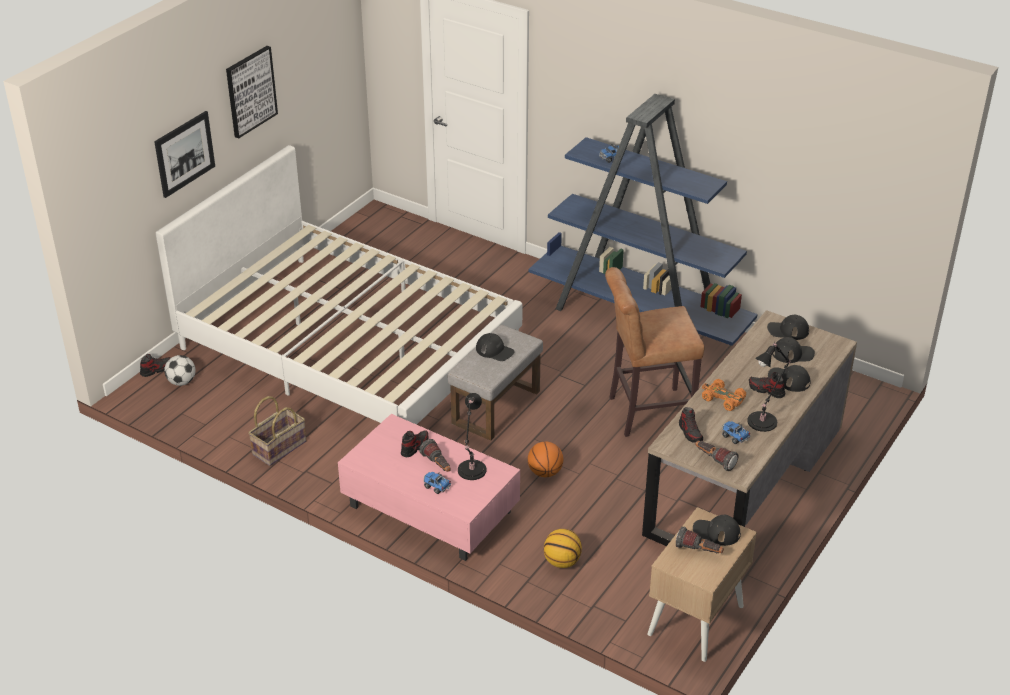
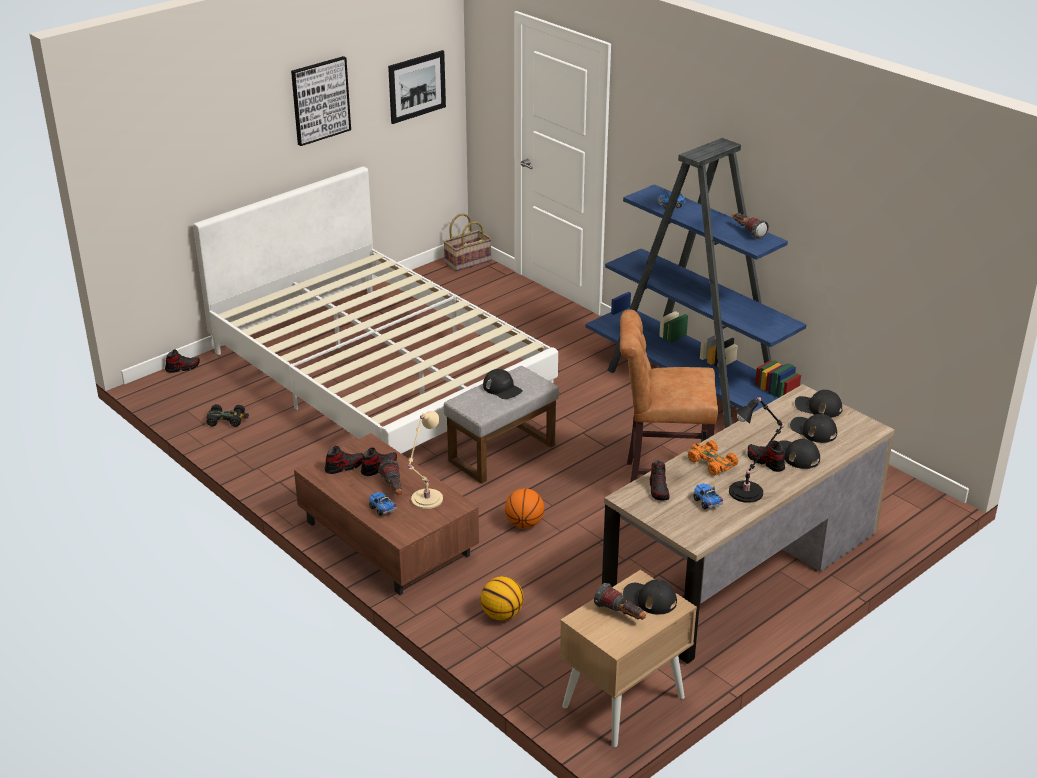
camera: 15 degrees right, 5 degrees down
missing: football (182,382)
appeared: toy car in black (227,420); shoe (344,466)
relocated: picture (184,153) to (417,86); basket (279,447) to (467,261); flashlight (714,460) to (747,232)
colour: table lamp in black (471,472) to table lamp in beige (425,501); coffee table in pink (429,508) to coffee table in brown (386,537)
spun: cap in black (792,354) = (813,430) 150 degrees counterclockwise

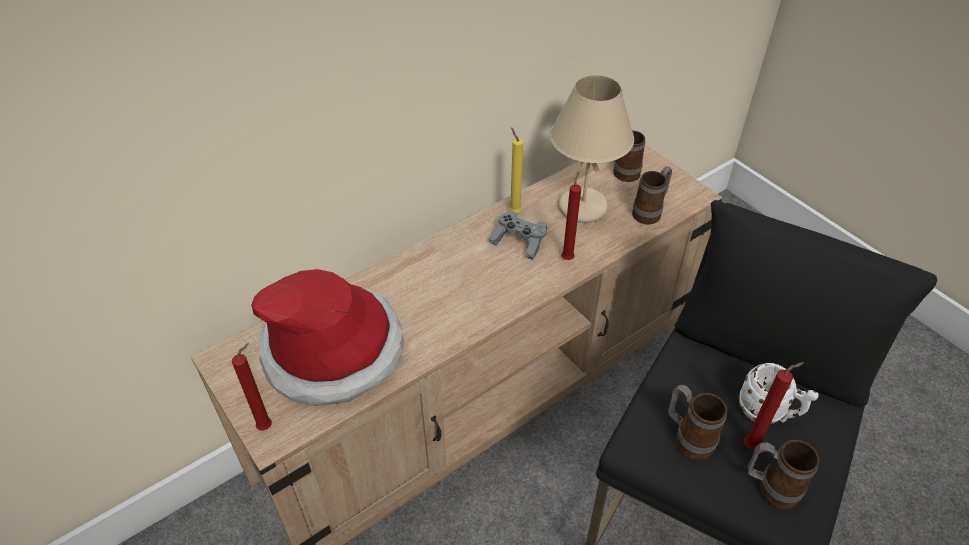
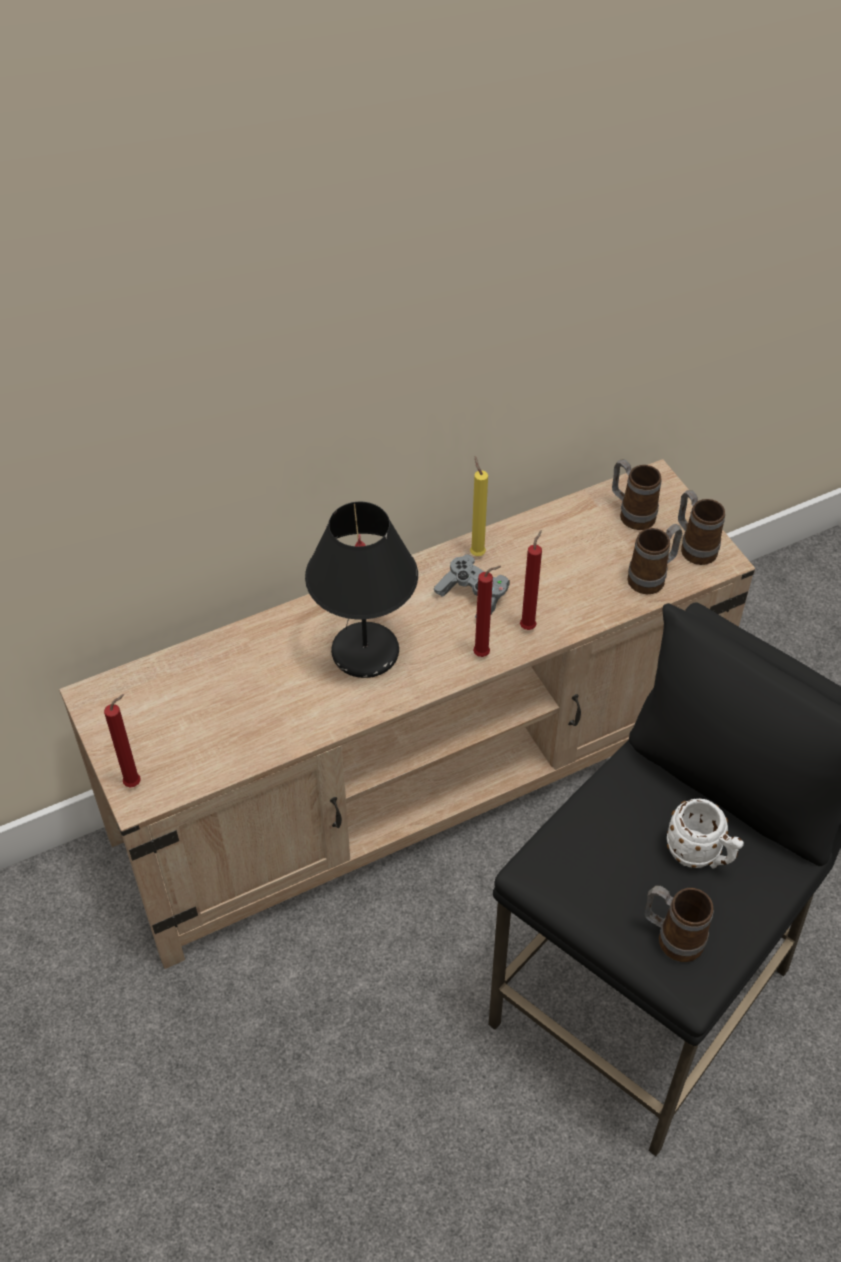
camera: 10 degrees right, 5 degrees up
missing: table lamp in beige (582,208); hat (333,350)
appeared: table lamp in black (365,654)
relocated: candle in red (753,446) to (484,654); mug (688,437) to (694,546)

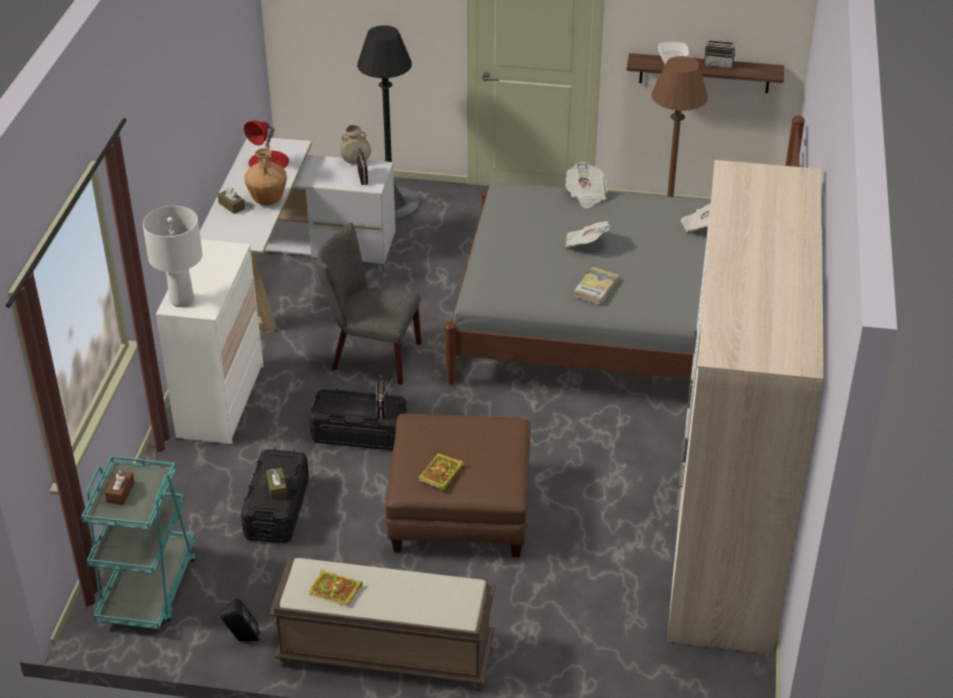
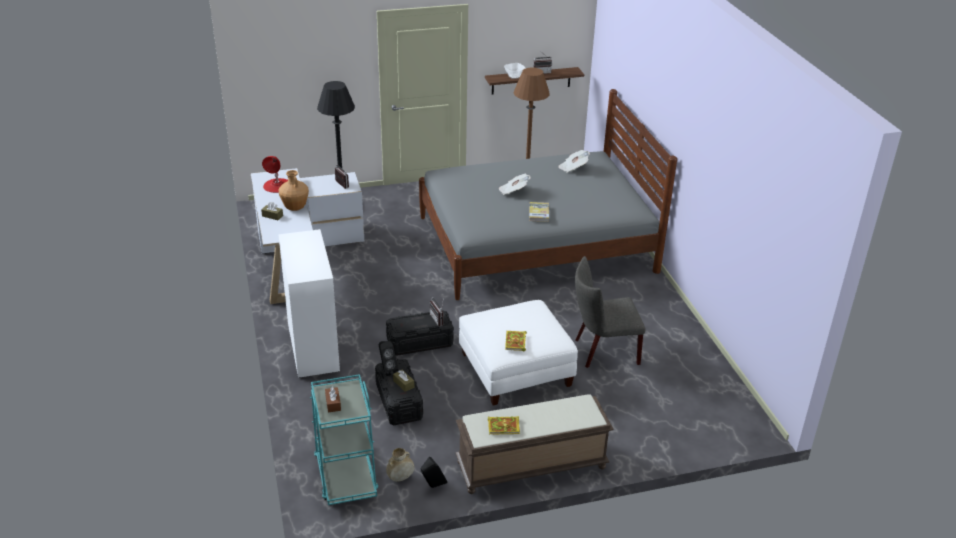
camera: 25 degrees left, 5 degrees down
missing: wardrobe (724,531); newspaper (585,195); table lamp in white (181,300)
appeared: speaker in black (387,370)
relocated: vase in beige (356,162) to (400,478); chair in grey (370,356) to (602,351)
colour: ottoman in brown (460,510) to ottoman in white (515,369)

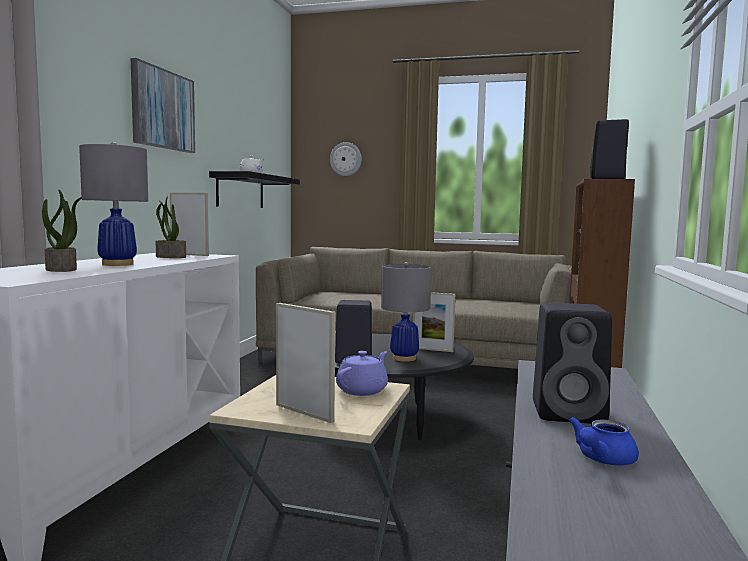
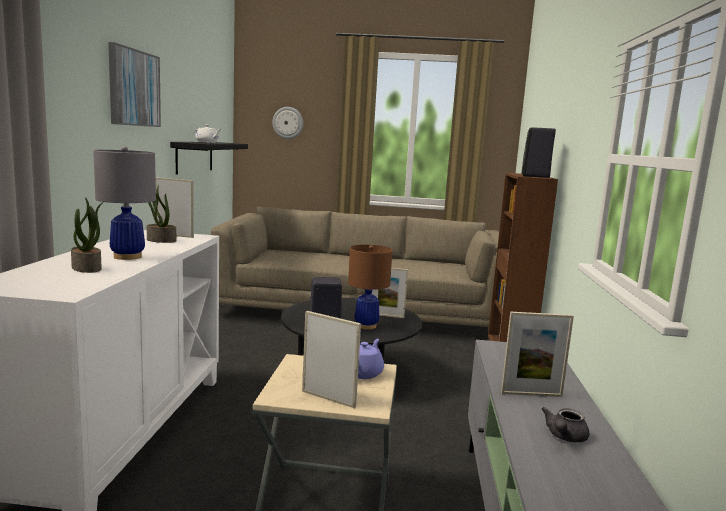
camera: 10 degrees left, 5 degrees up
exchanged: speaker in black (571,413) to picture frame (531,394)
colour: table lamp in grey (404,358) to table lamp in brown (366,326); teapot in blue (601,459) to teapot in grey (564,437)

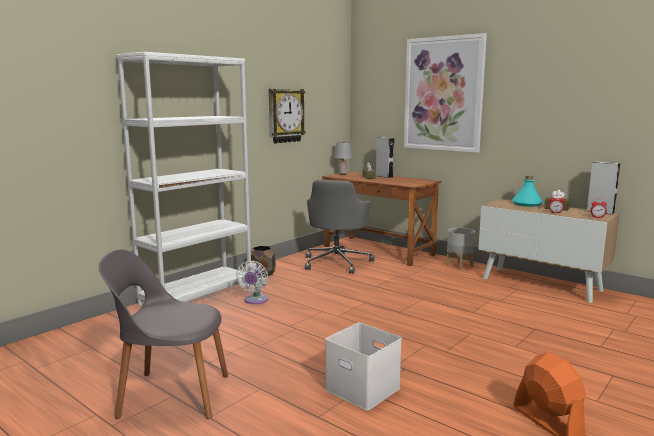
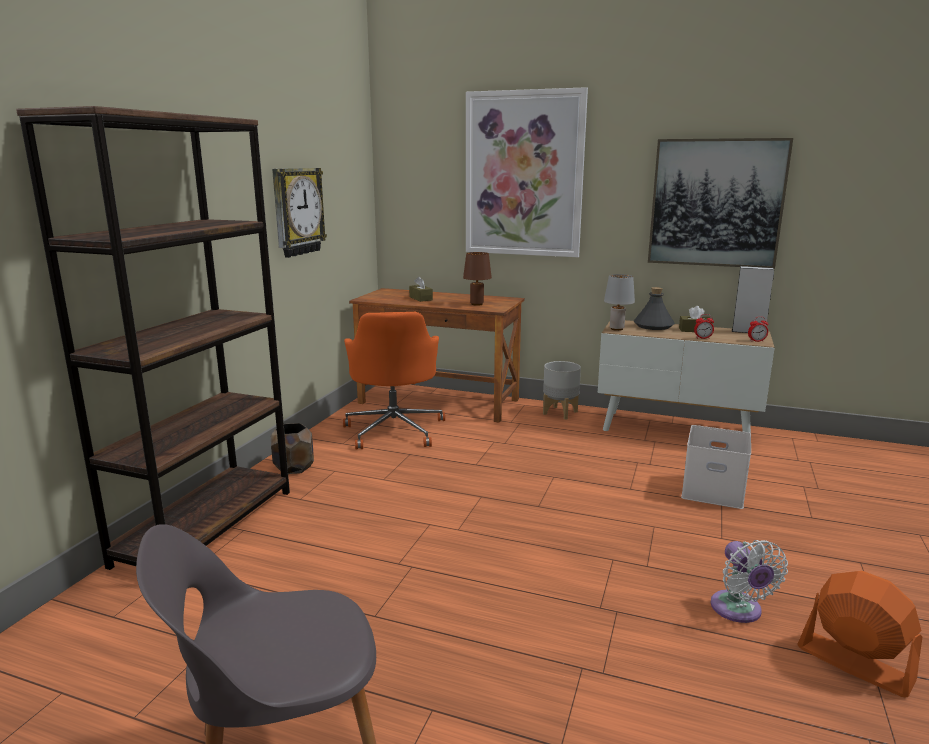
camera: 20 degrees left, 5 degrees up
missing: speaker in grey (384,176)
appeared: picture (716,203); table lamp in brown (476,304)
relocated: table lamp in grey (343,174) to (617,329); fan in white (255,301) to (738,611); storage box in white (364,389) to (714,490)
colour: bookcase in white (197,294) to bookcase in brown (207,526); bottle in turquoise (526,204) to bottle in grey (653,326); office chair in grey (337,262) to office chair in orange (395,430)

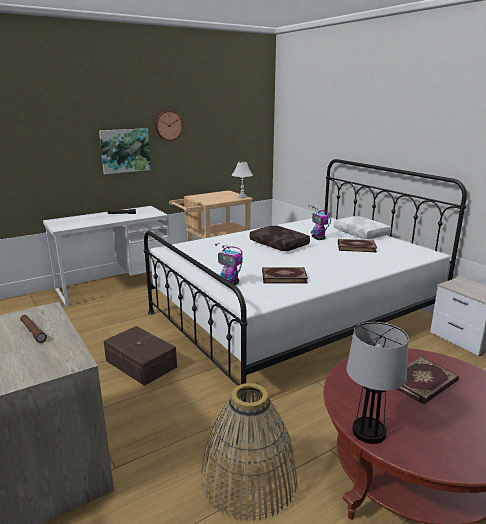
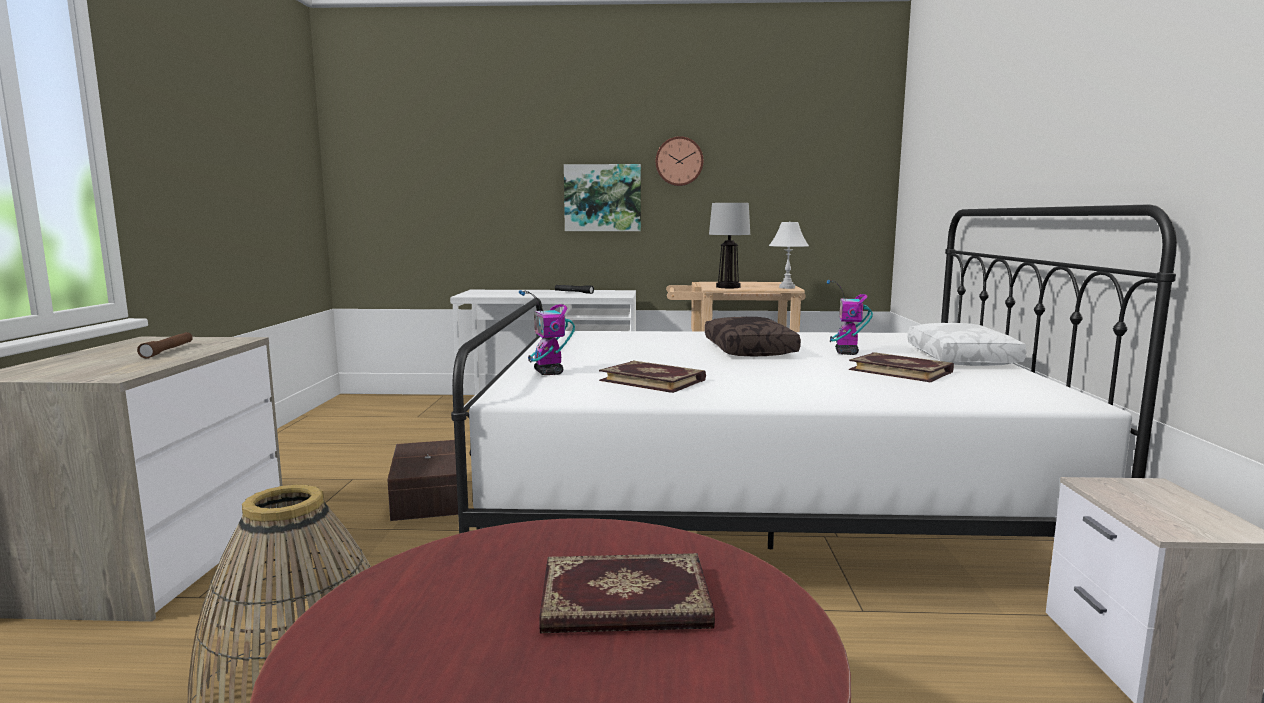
camera: 35 degrees right, 10 degrees down
relocated: table lamp (368,431) to (728,287)

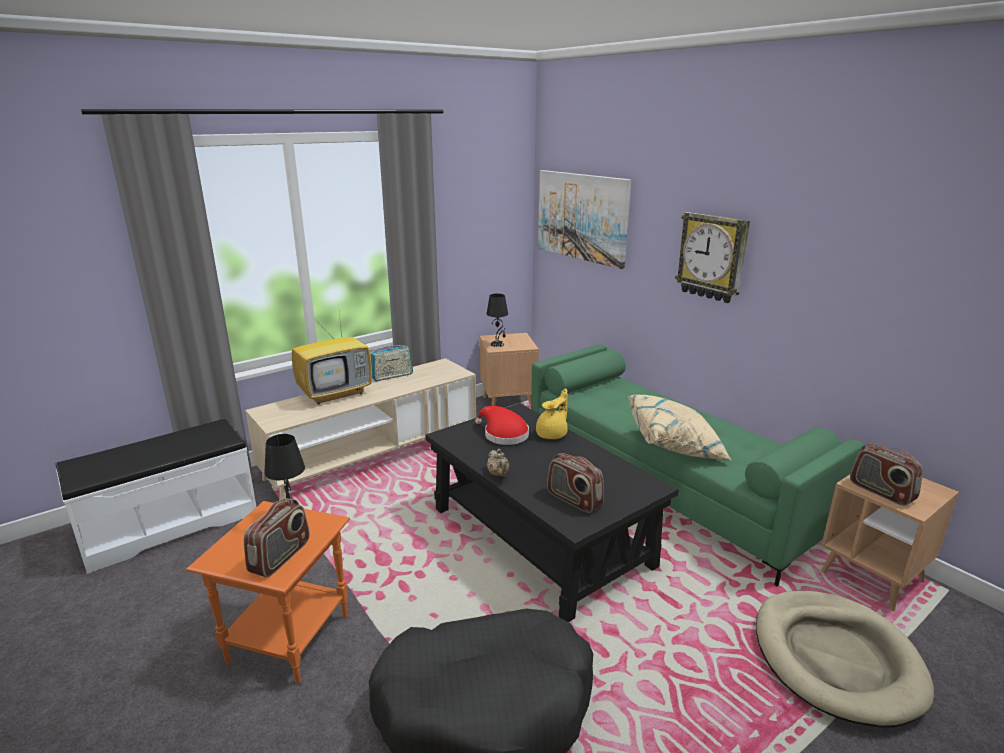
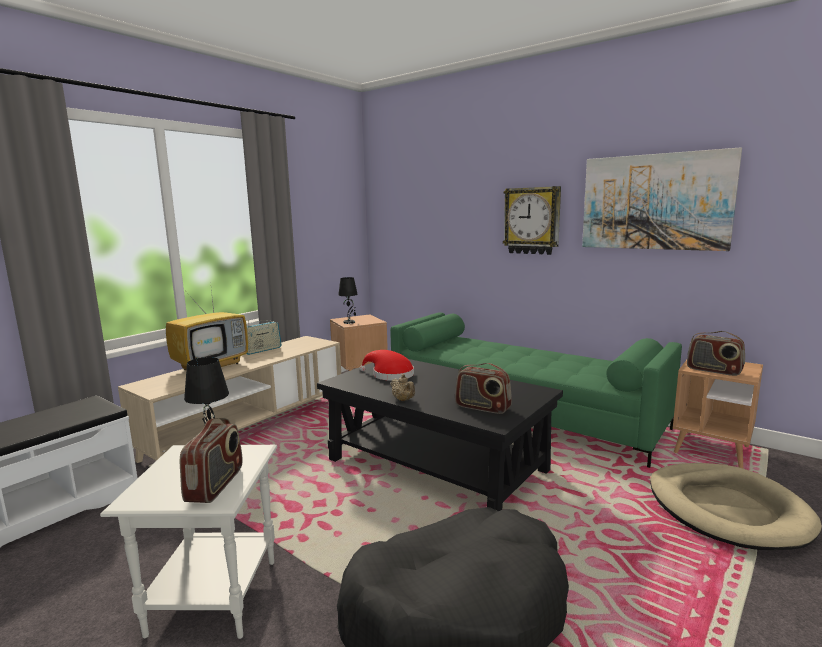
camera: 15 degrees left, 10 degrees down
missing: teapot in yellow (553,434); pillow in beige (675,445)
relocated: picture (582,217) to (655,202)
colour: side table in orange (290,637) to side table in white (215,595)

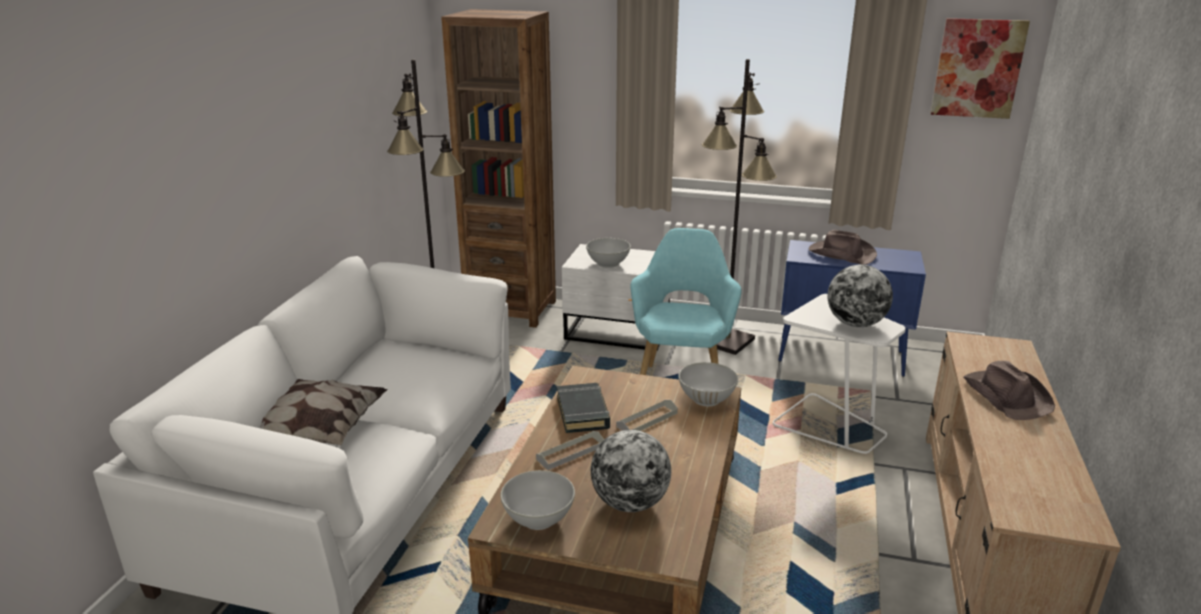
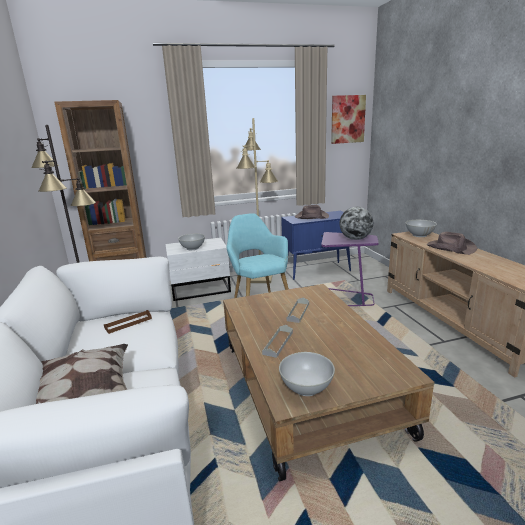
camera: 30 degrees left, 5 degrees down
missing: book in black (583,412); globe (630,503)
appeared: tray in brown (128,323)
relocated: bowl in white (706,399) to (419,235)
colour: floor lamp in black (728,341) to floor lamp in beige (261,278); side table in white (830,425) to side table in purple (345,299)

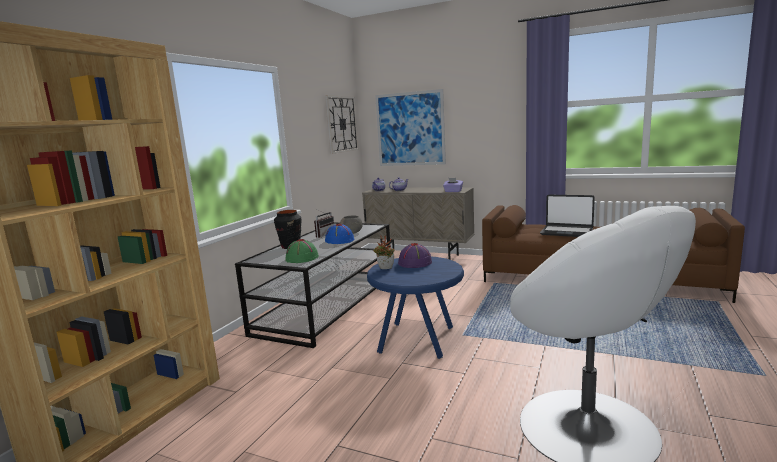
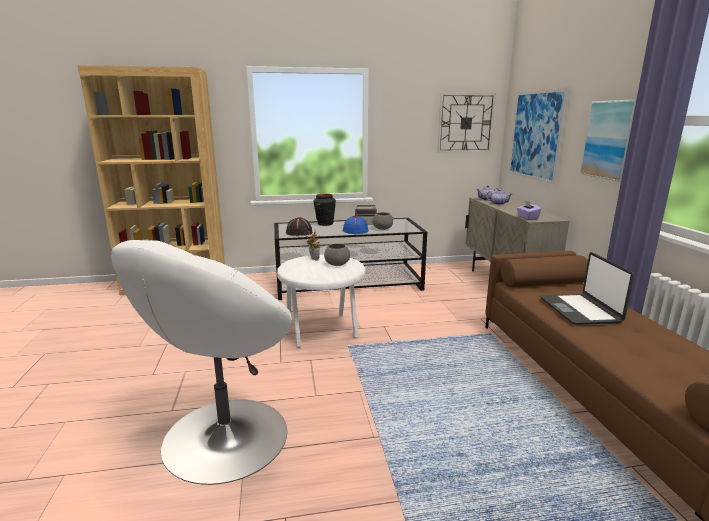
camera: 55 degrees right, 5 degrees up
appeared: picture (609,140)
exchanged: hat in purple (415,263) to bowl in grey (336,264)
colour: hat in green (302,258) to hat in black (299,233); side table in blue (418,339) to side table in white (323,330)

